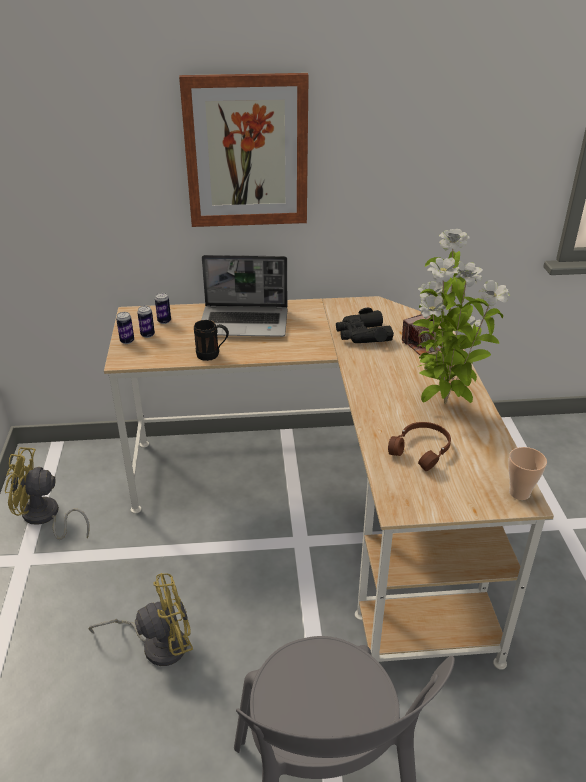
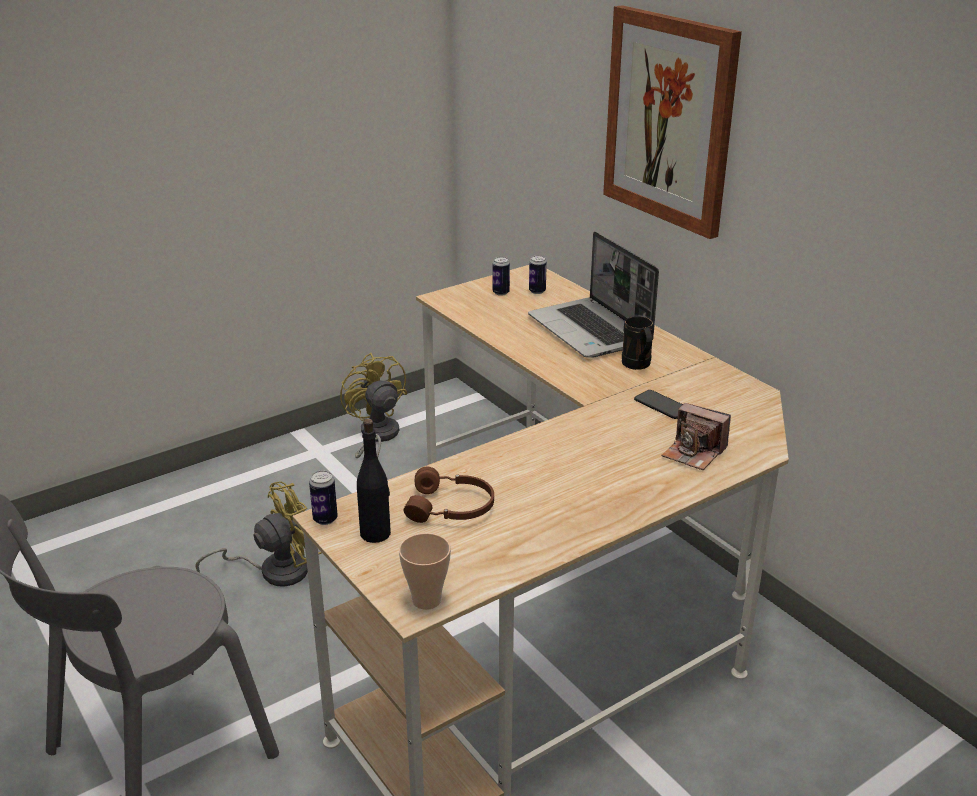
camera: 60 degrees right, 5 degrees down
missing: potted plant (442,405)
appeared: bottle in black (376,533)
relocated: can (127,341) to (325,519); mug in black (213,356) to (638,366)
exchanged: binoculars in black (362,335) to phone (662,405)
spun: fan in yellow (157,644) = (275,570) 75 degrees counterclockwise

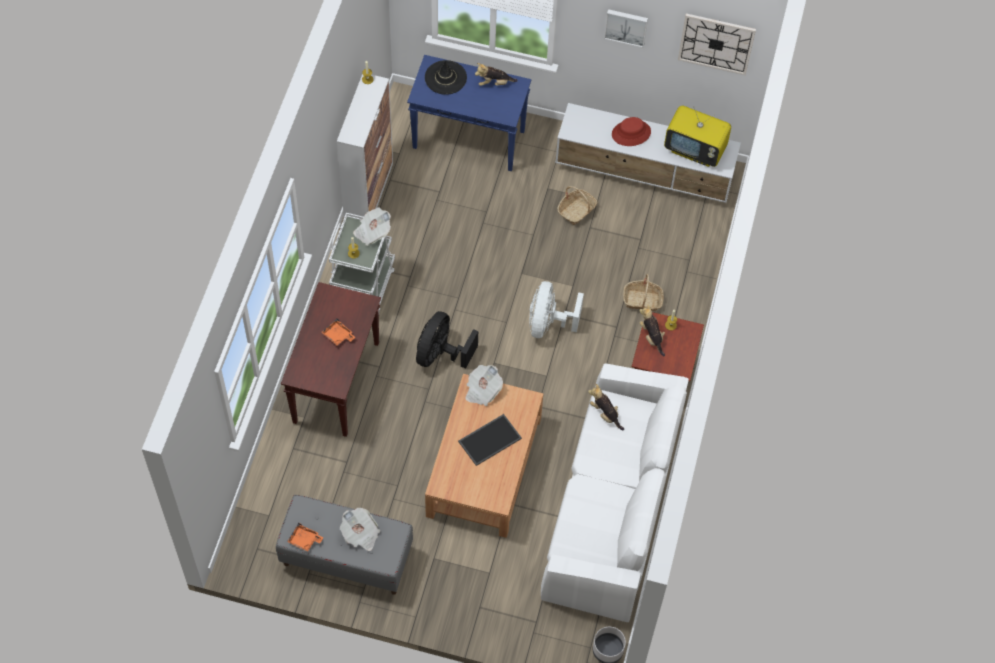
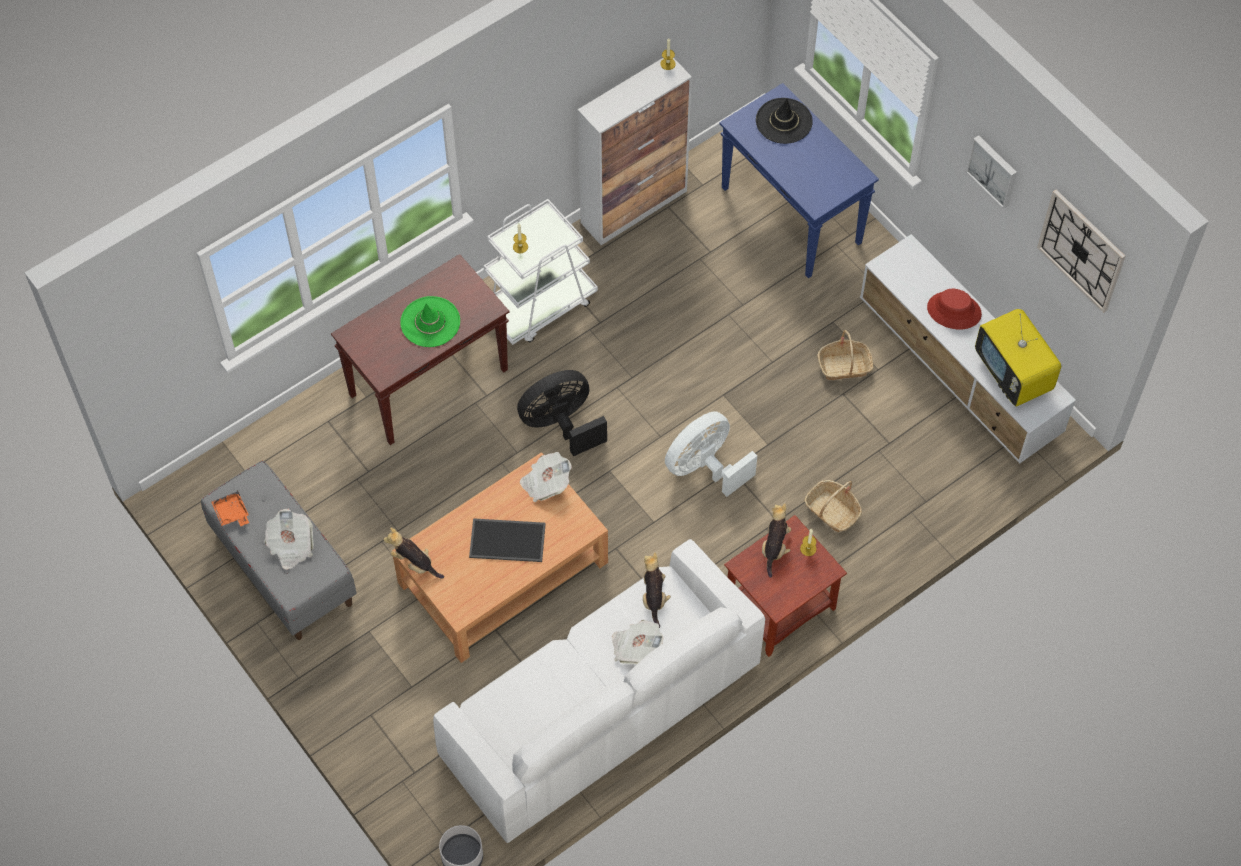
camera: 40 degrees right, 0 degrees up
relocated: plush toy (494,83) to (414,563); newspaper (372,232) to (635,648)
exchanged: tray in orange (338,335) to hat in green (430,322)

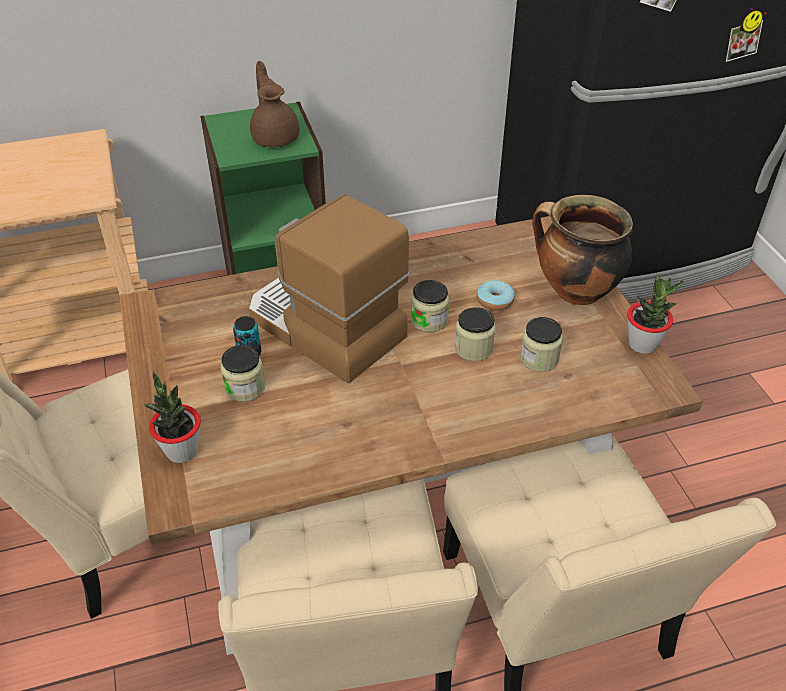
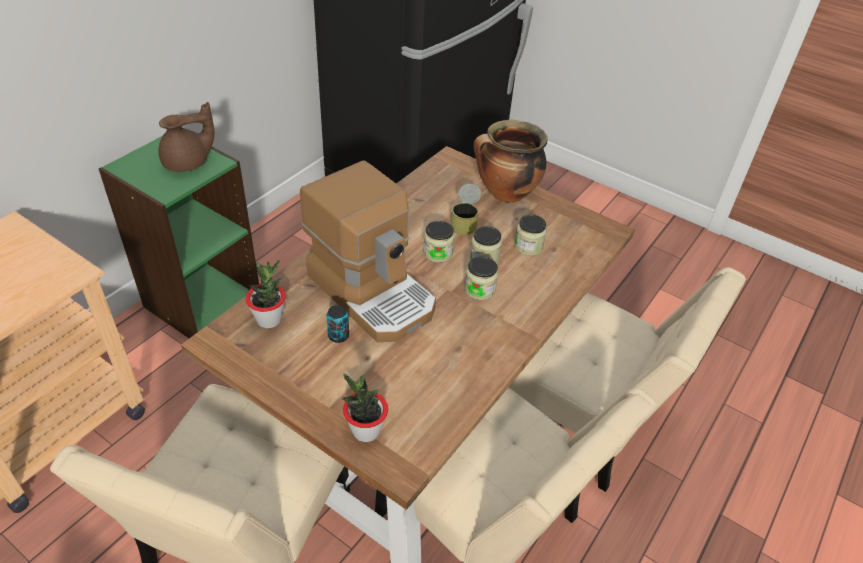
camera: 40 degrees left, 0 degrees up
relocated: potted plant (642,344) to (269,319); jar (245,388) to (479,290)
exchanged: donut (495,301) to can (465,221)
spun: teapot in brown (275,137) = (188,163) 120 degrees clockwise; coffee machine (324,328) = (373,292) 135 degrees counterclockwise

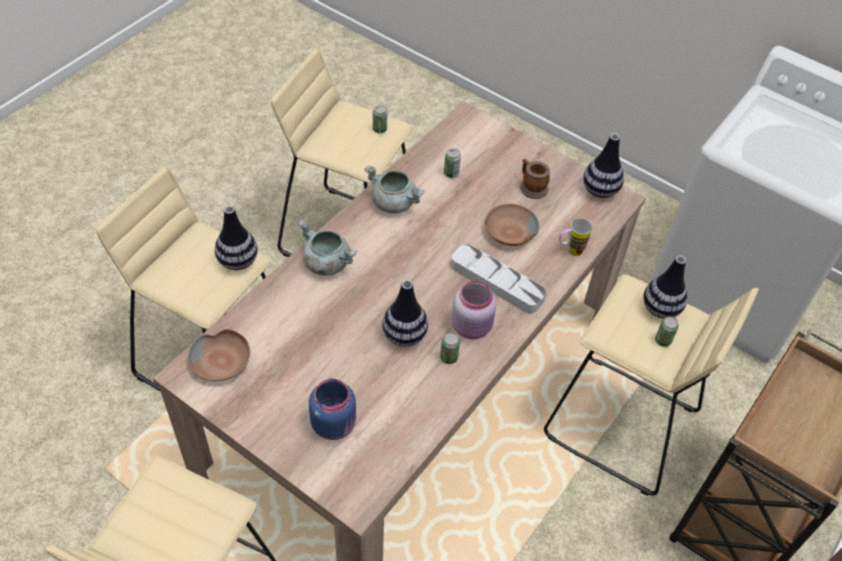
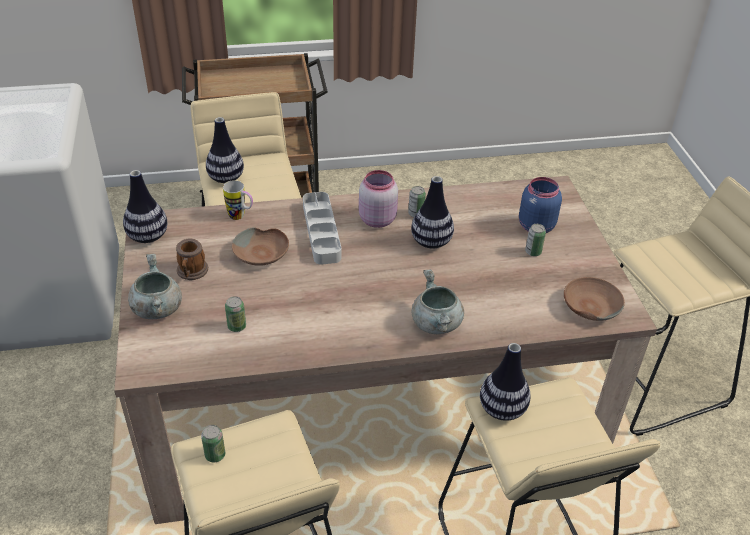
camera: 135 degrees left, 10 degrees down
relocated: cooking pot in grey (394,203) to (157,308); can (662,340) to (533,252)

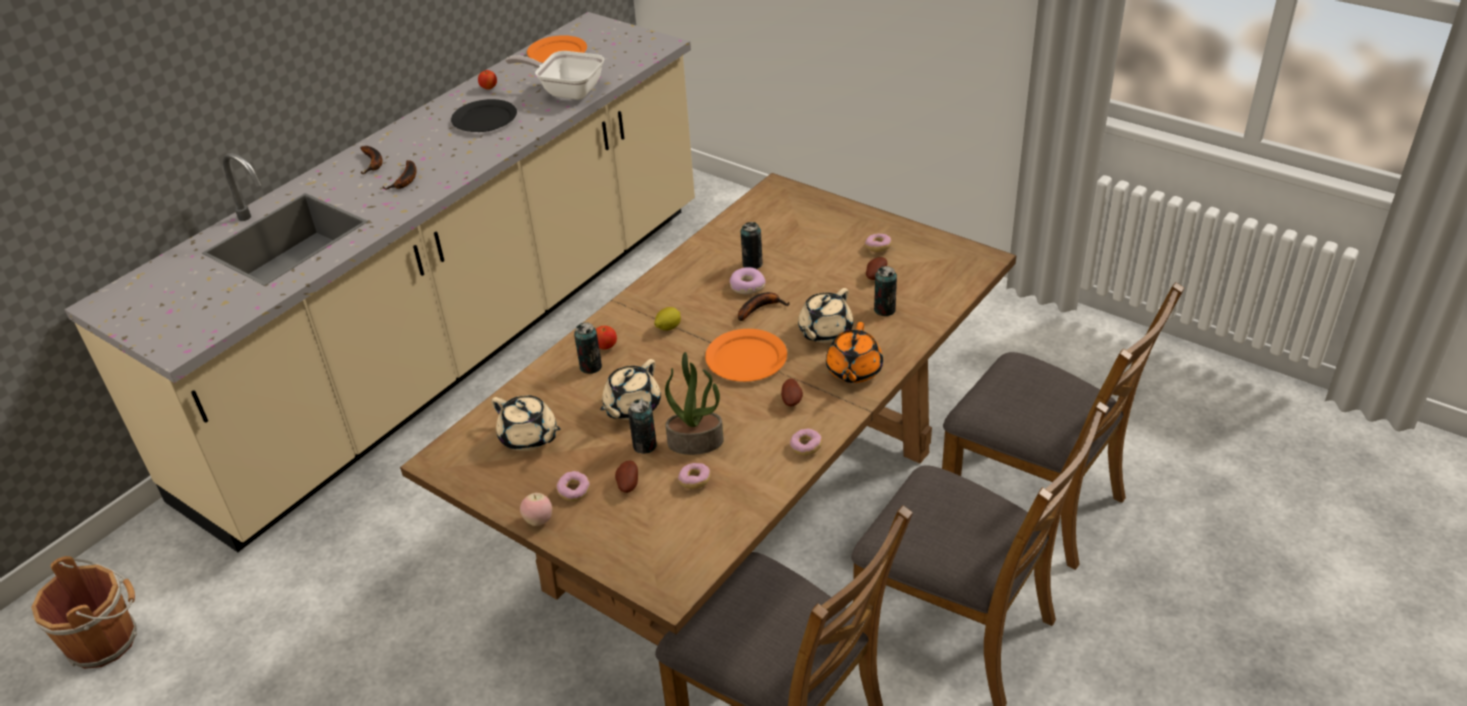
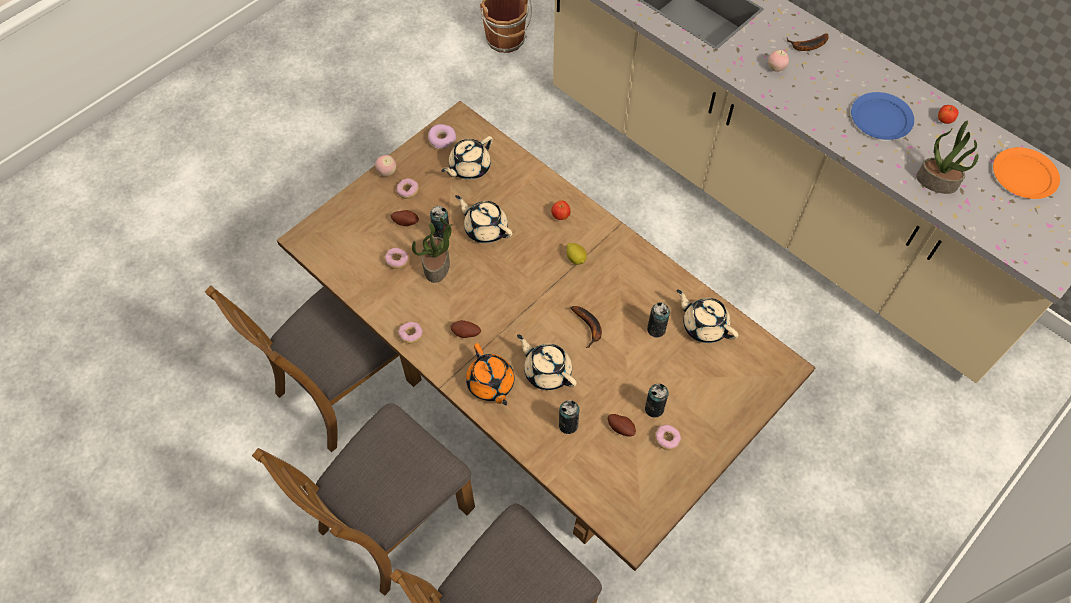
camera: 95 degrees right, 20 degrees up
missing: plate in orange (745,359)
appeared: teapot in beige (704,325)
relocated: donut (747,286) to (442,139); can (590,367) to (654,408)
exchanged: frying pan (567,91) to potted plant (937,181); banana (406,180) to apple (776,68)
colour: plate in black (484,119) to plate in blue (881,118)
spun: teapot in orange (853,371) = (491,384) 135 degrees counterclockwise

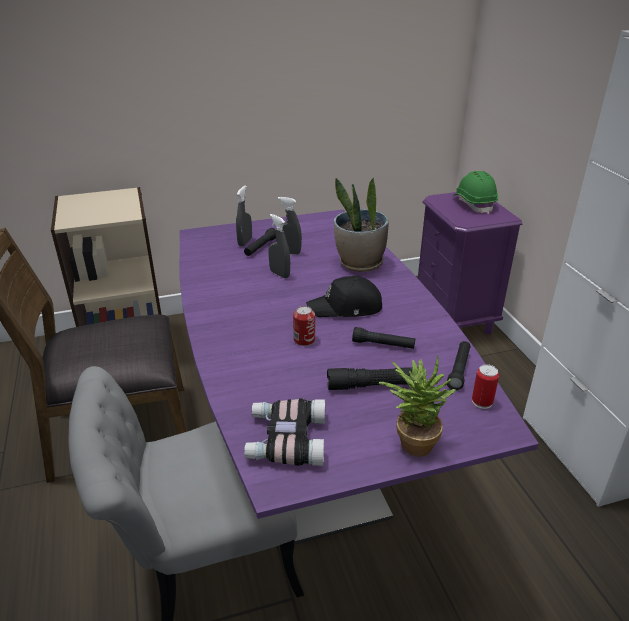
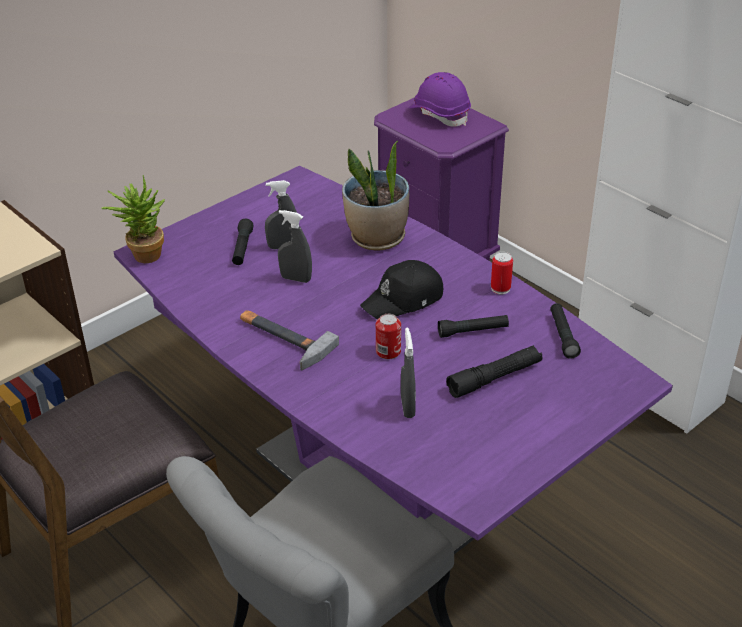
camera: 25 degrees left, 5 degrees up
missing: binoculars (285,439)
appeared: hammer (282,339)
relocated: spray bottle in grey (245,242) to (407,407); potted plant (412,441) to (143,254); can (482,402) to (500,288)
colour: hard hat in green (474,204) to hard hat in purple (440,114)

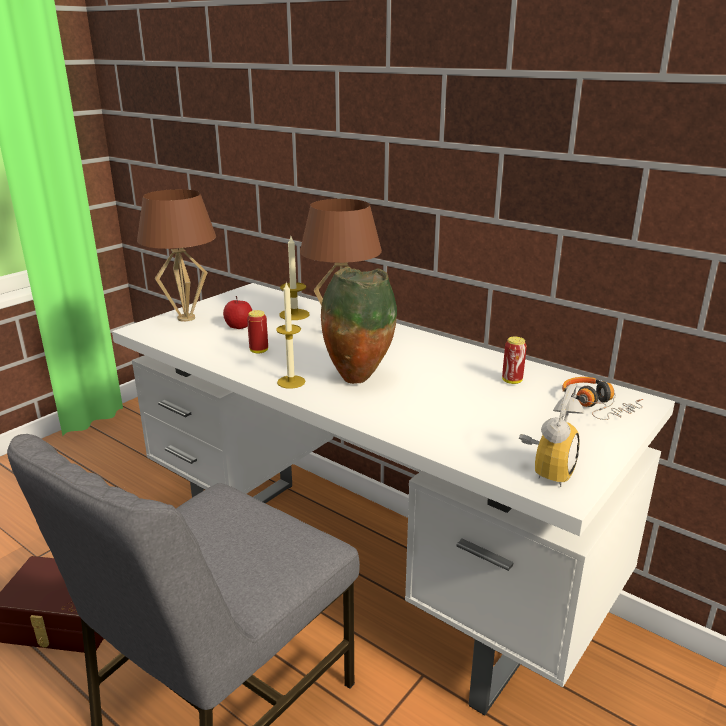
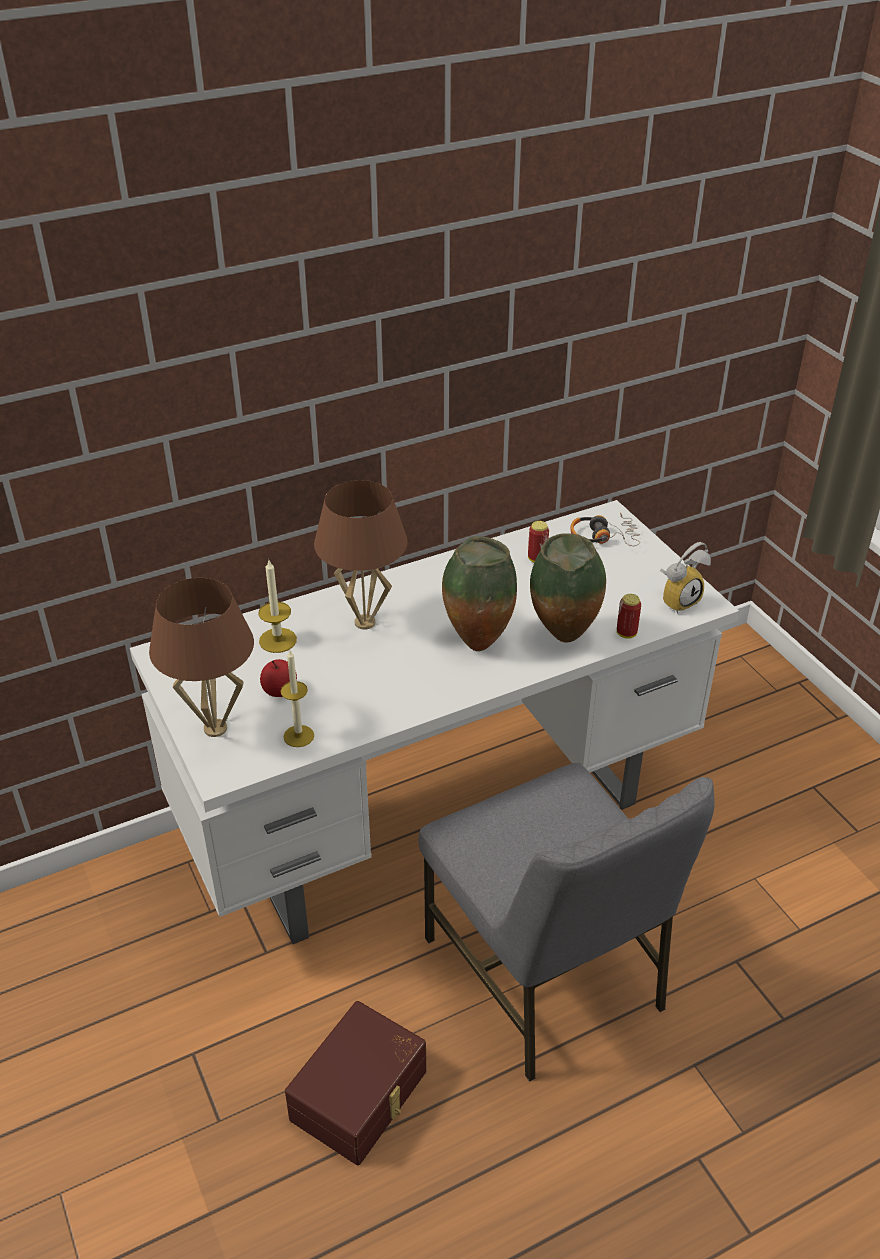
camera: 65 degrees left, 15 degrees up
appeared: vase (563,639)
relocated: candle (291,382) to (298,736); can (259,351) to (626,633)
spun: alarm clock (546,470) = (678,600) 90 degrees clockwise

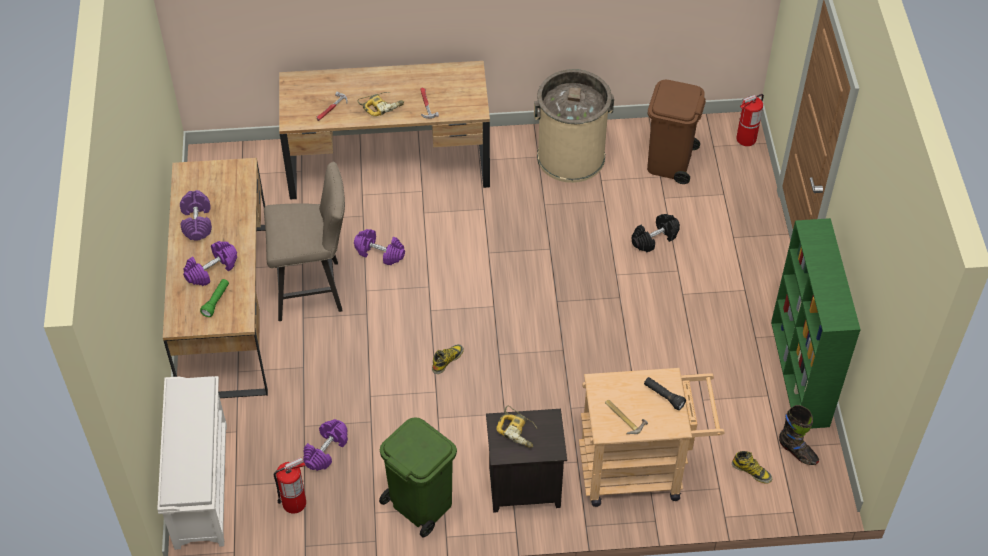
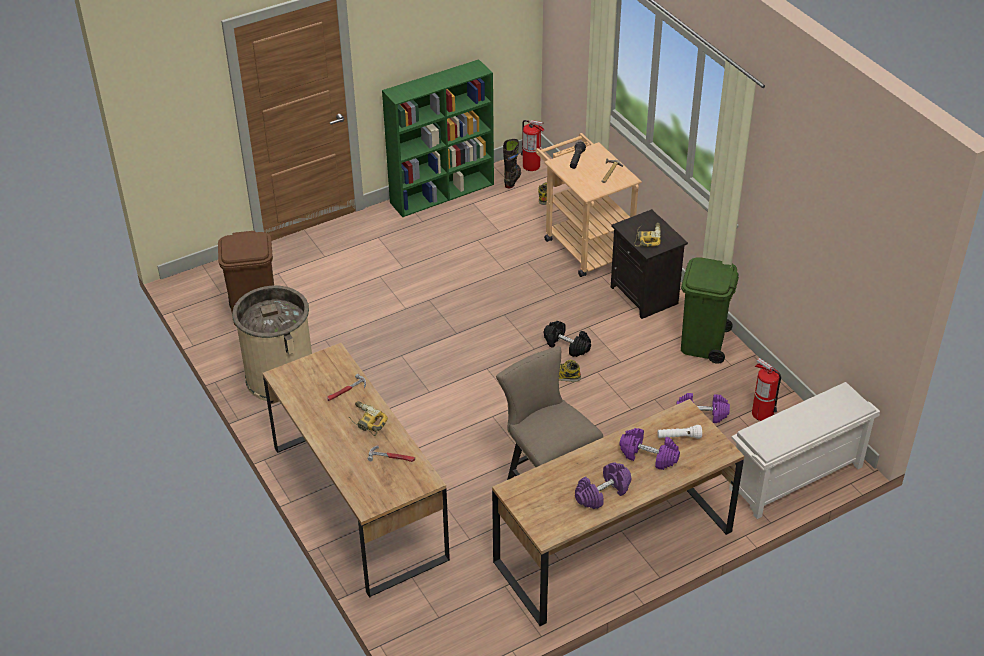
camera: 115 degrees left, 10 degrees down
missing: dumbbell in purple (380,253)
relocated: fire extinguisher (746,139) to (531,166); dumbbell in black (654,238) to (566,346)
colour: flashlight in green (216,301) to flashlight in white (679,437)

